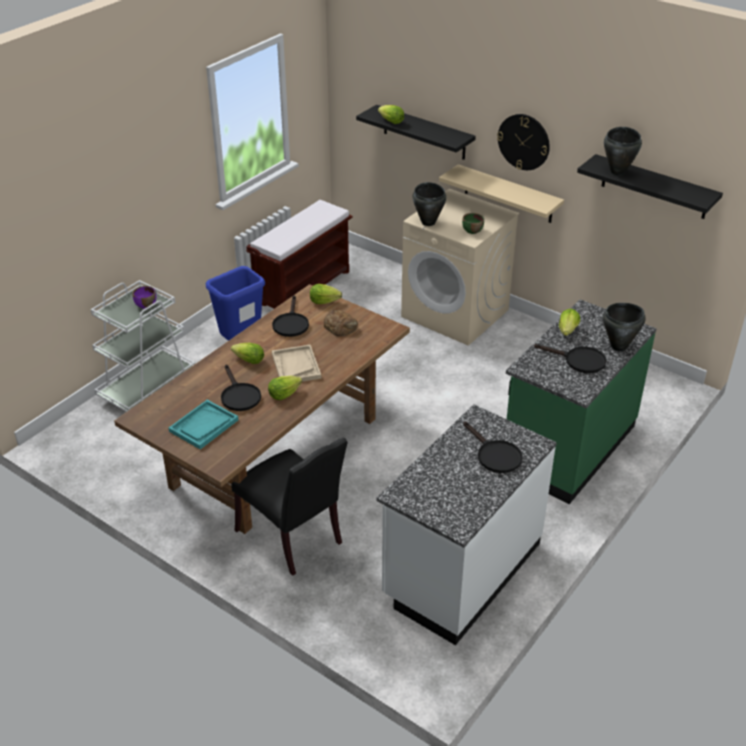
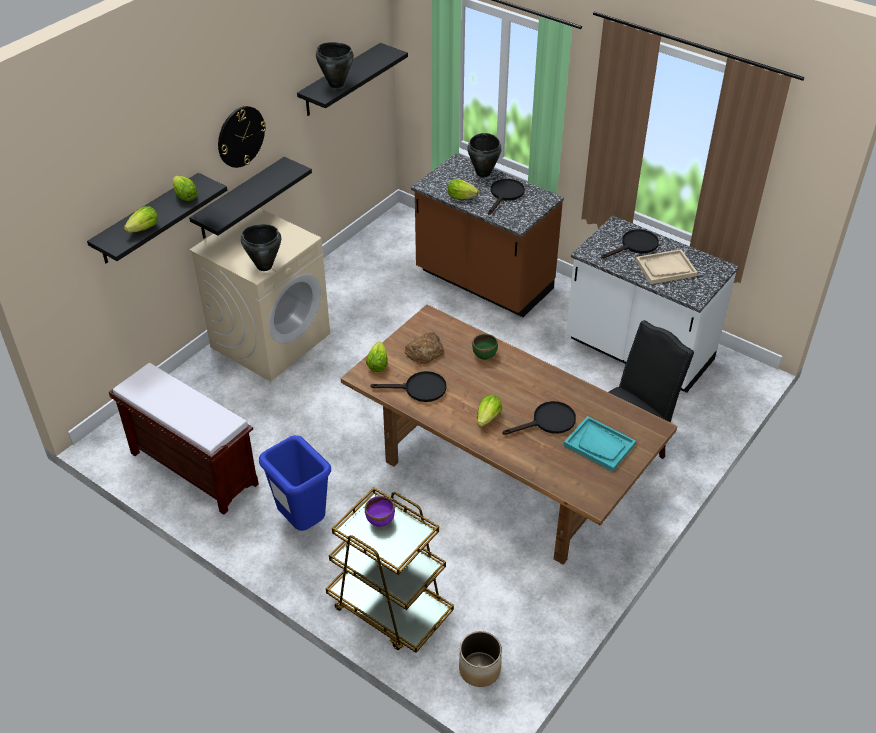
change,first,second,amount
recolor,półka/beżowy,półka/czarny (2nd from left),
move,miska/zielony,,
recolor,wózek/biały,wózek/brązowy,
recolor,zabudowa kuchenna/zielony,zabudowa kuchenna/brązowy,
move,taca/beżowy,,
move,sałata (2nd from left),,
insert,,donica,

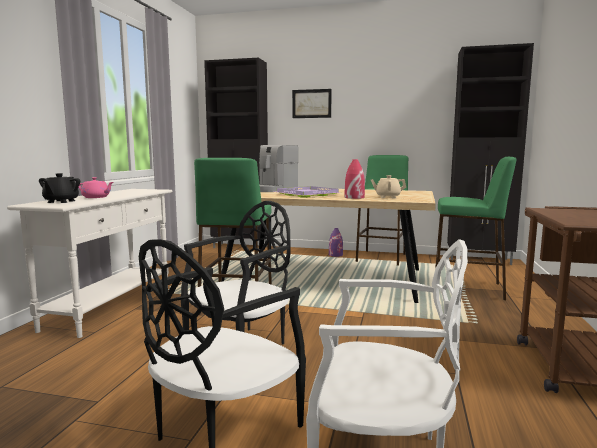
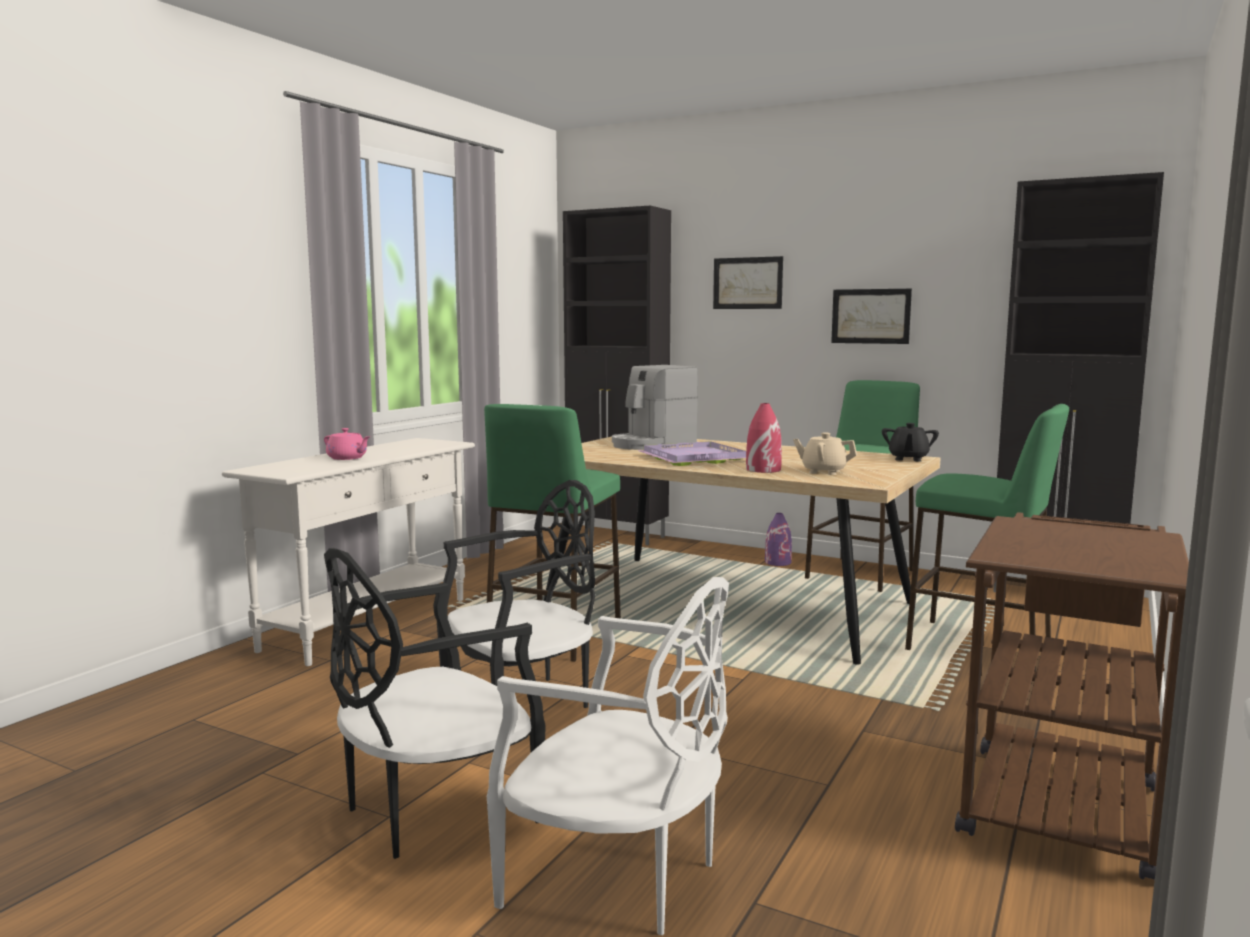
change,first,second,amount
move,imbryk/czarny,,
insert,,obraz (2nd from left),

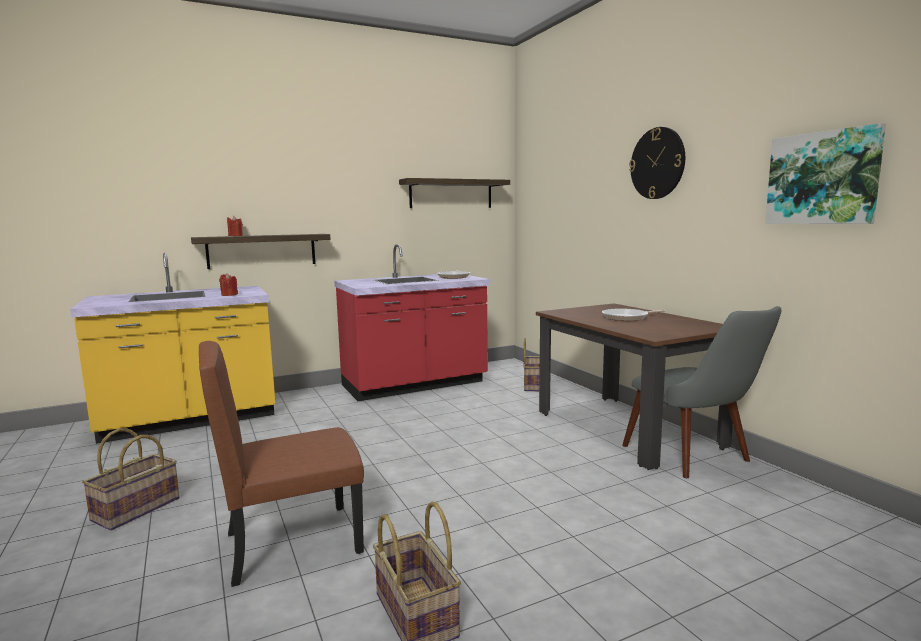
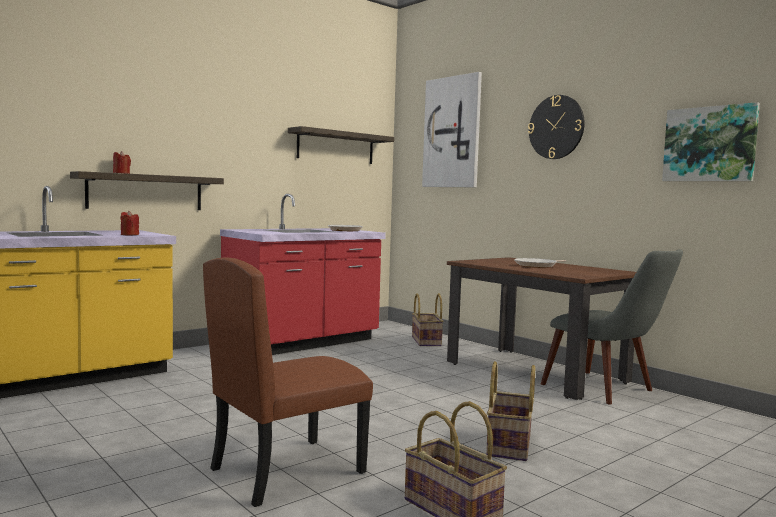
change,first,second,amount
move,koszyk (1st from left in the first image),koszyk (3rd from left),
insert,,obraz (1st from left),

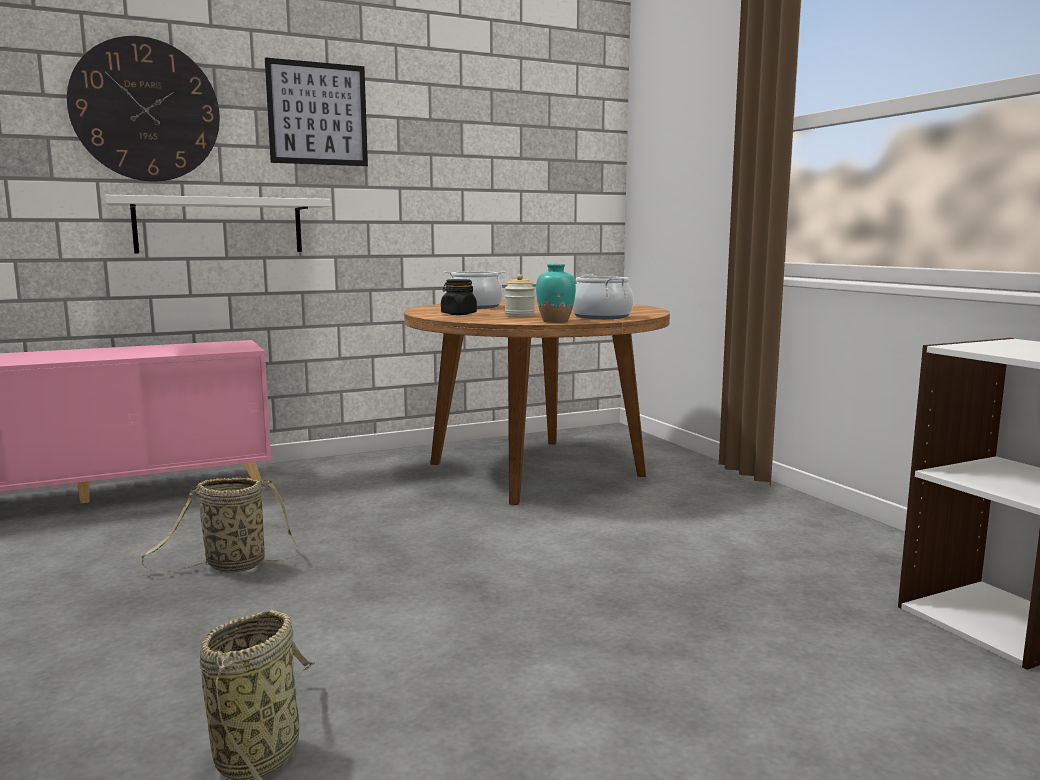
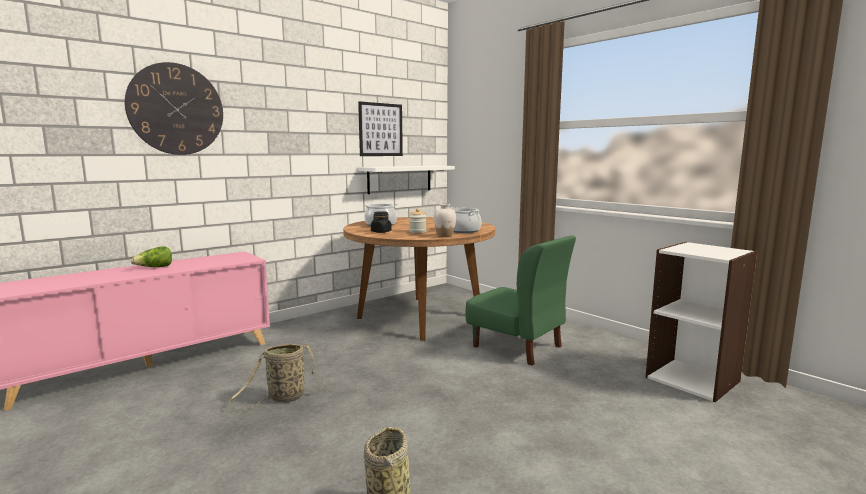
change,first,second,amount
move,obraz,,
move,półka/biały,,
recolor,wazon/turkusowy,wazon/biały,
insert,,krzesło/zielony,
insert,,sałata,

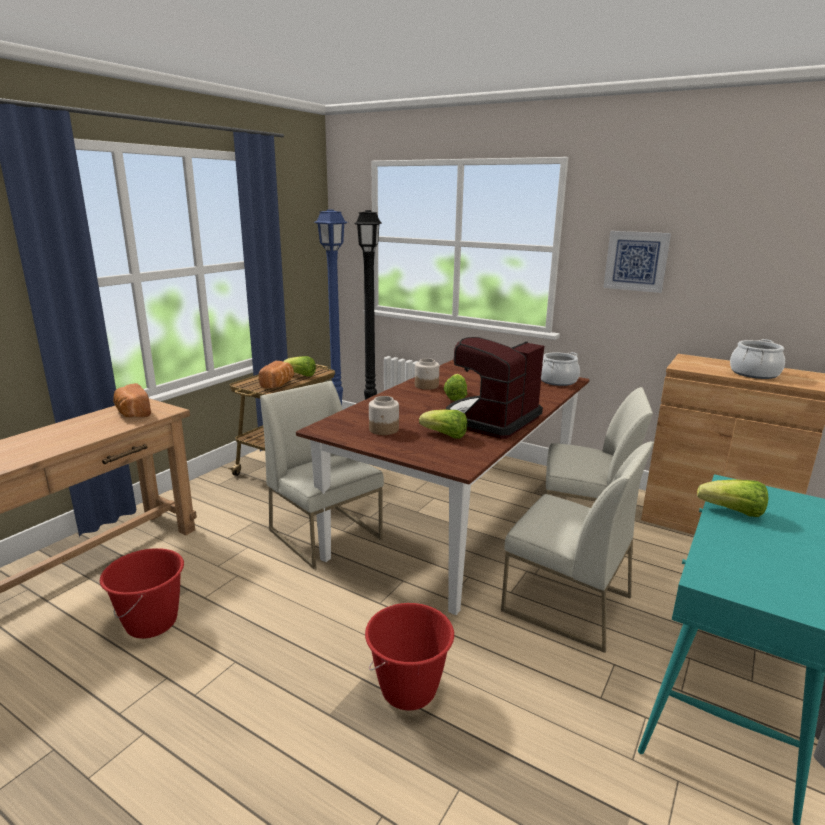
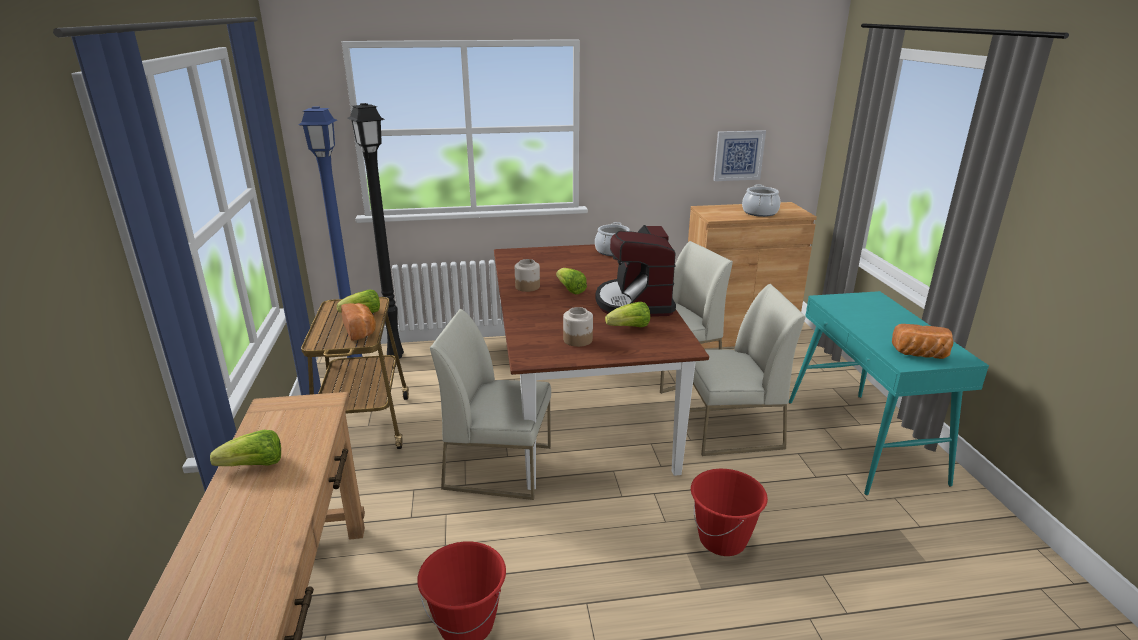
change,first,second,amount
move,obraz,,
move,chleb (1st from left in the first image),chleb (2nd from left),
move,sałata (4th from left in the first image),sałata (1st from left),

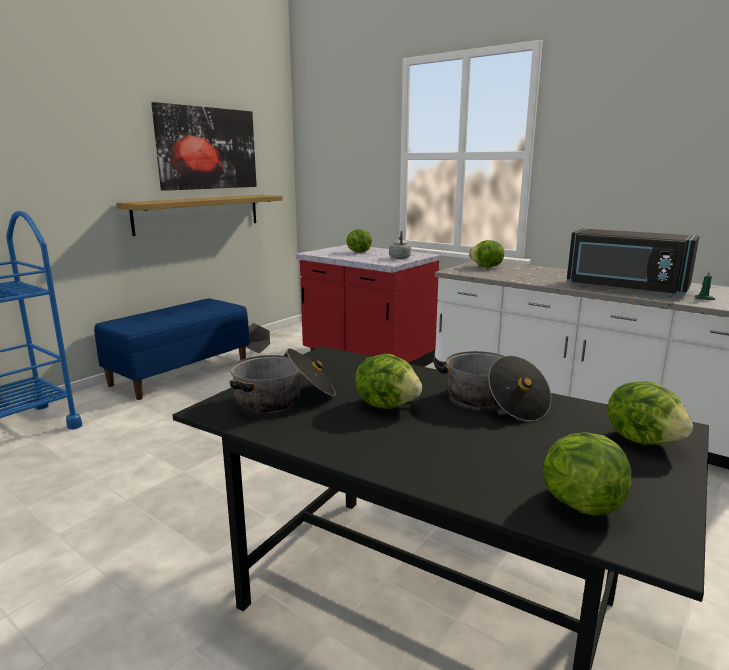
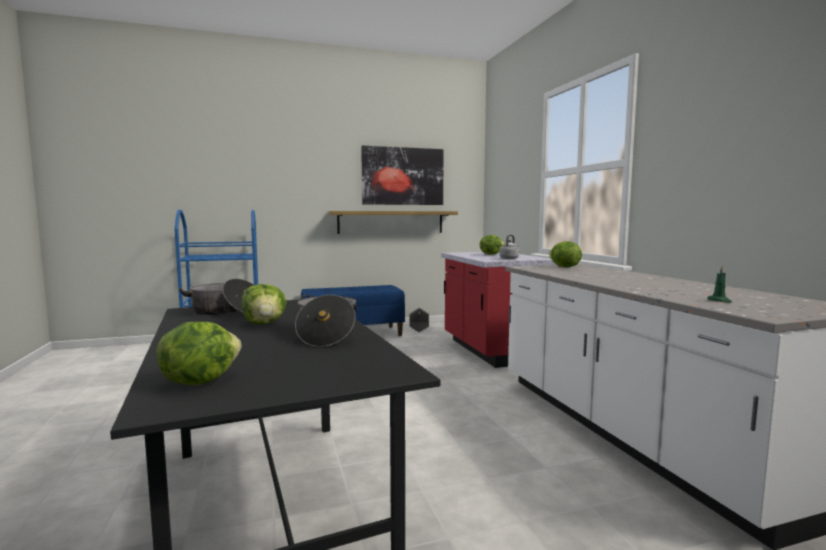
change,first,second,amount
delete,mikrofalówka/czarny,,
delete,sałata (5th from left),,

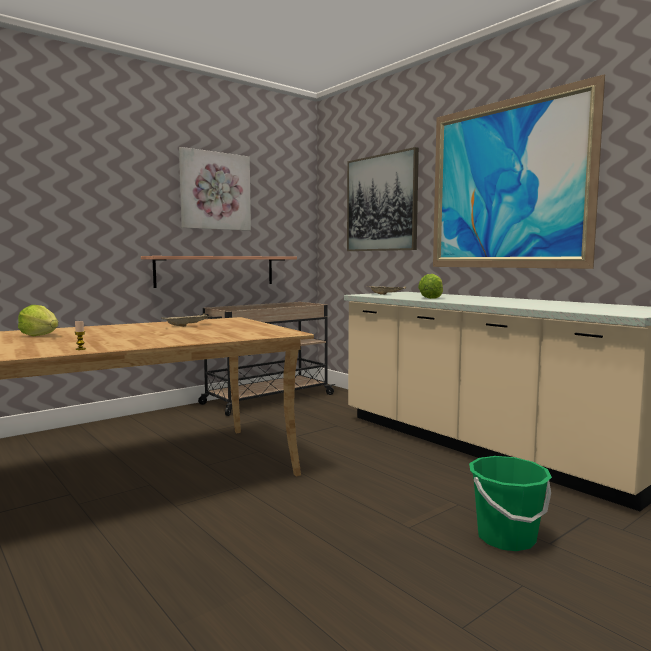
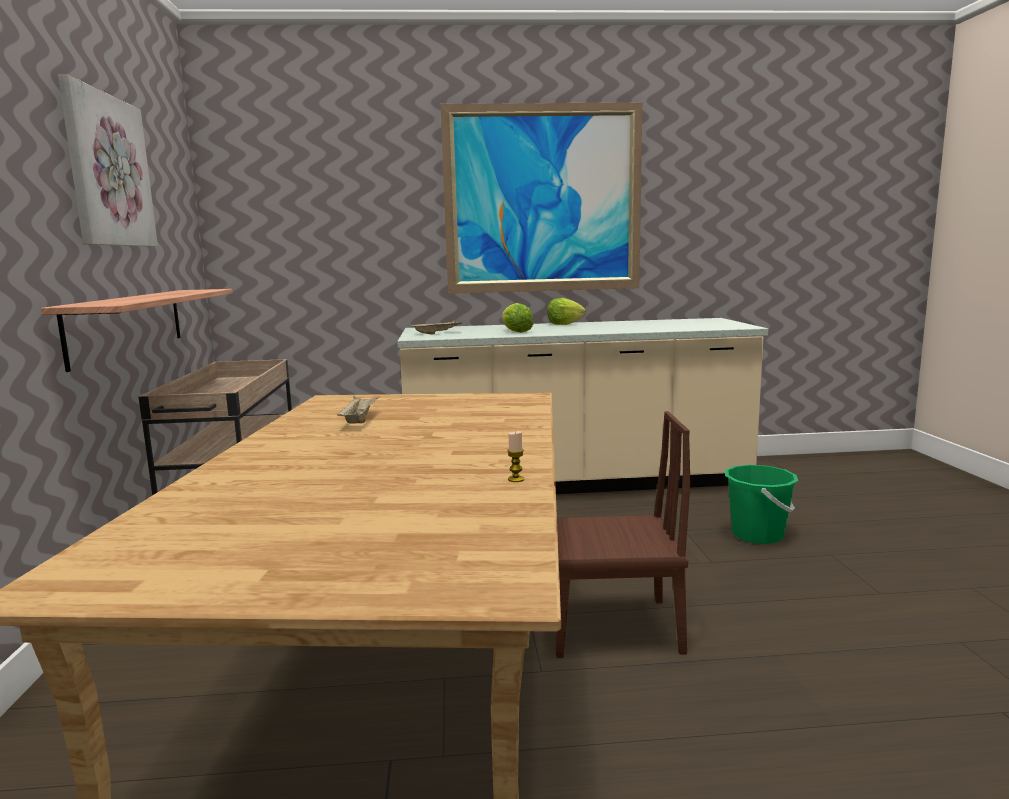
change,first,second,amount
delete,obraz (2nd from left),,
move,sałata (1st from left in the first image),sałata (2nd from left),
insert,,krzesło/brązowy,

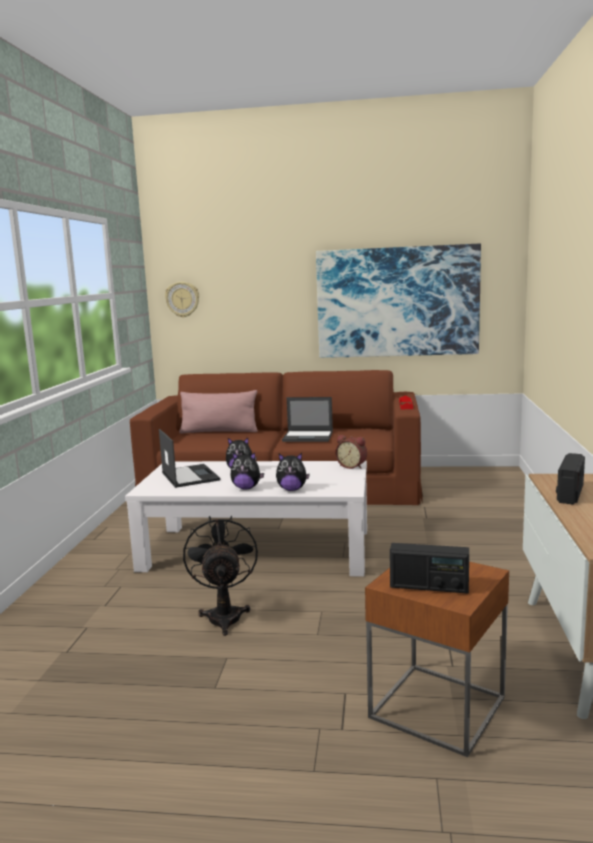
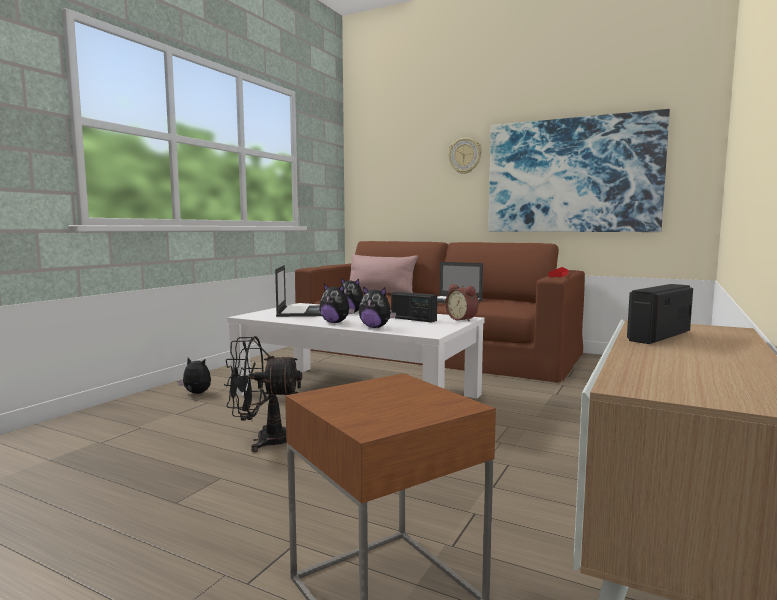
change,first,second,amount
move,zegar ścienny,,
rotate,wentylator/czarny,,105 degrees counterclockwise
move,radio (1st from left),,
insert,,pluszak (1st from left),

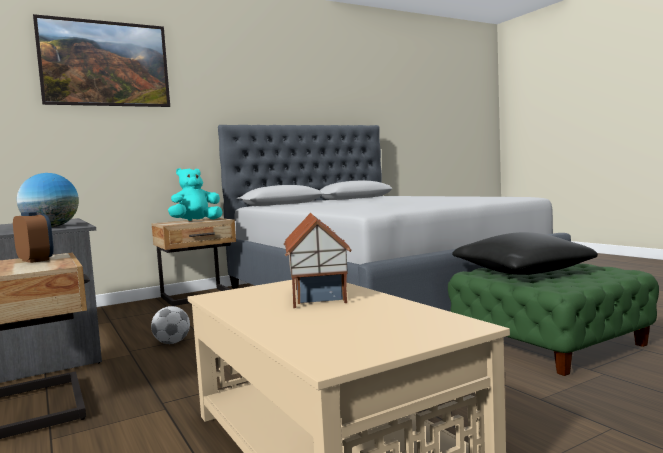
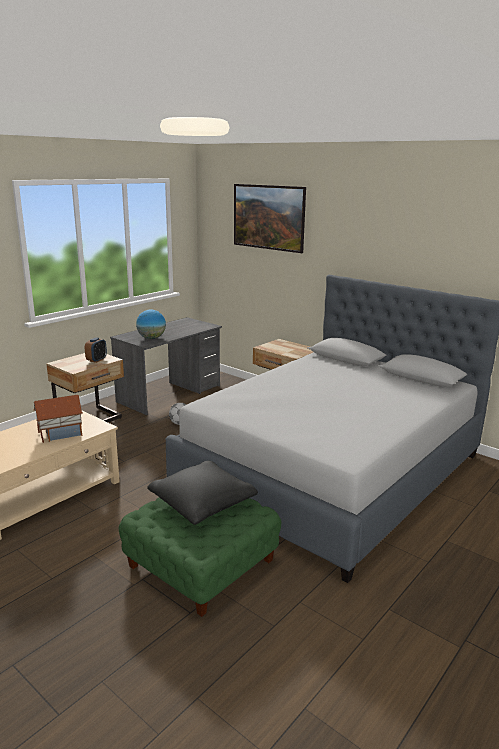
change,first,second,amount
delete,pluszak/turkusowy,,

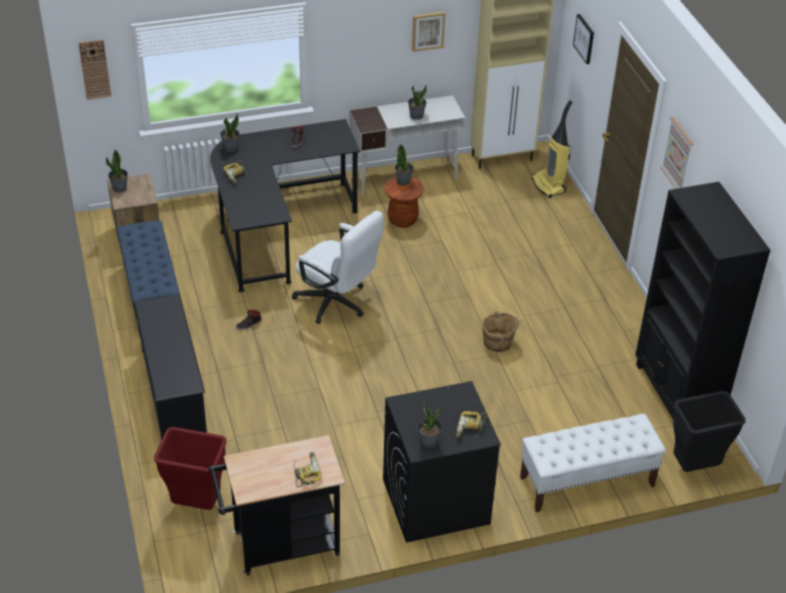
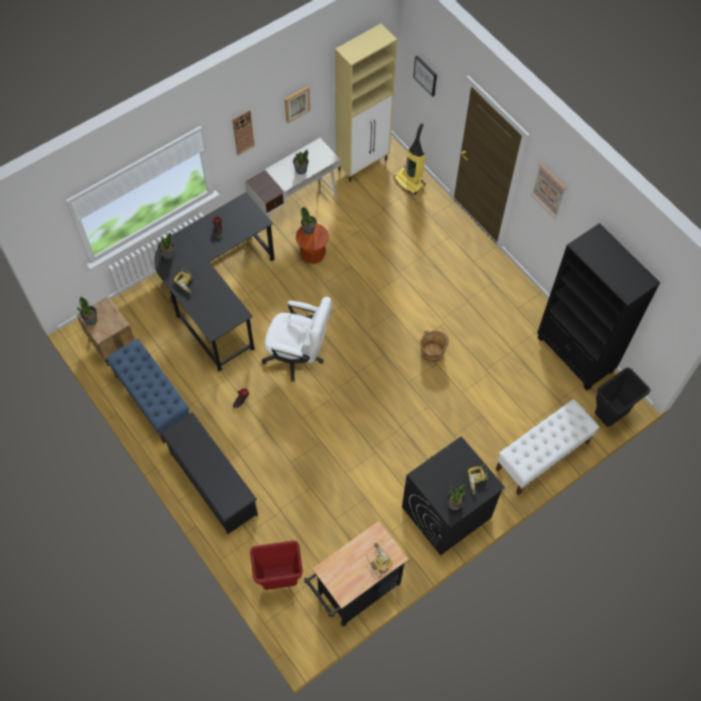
change,first,second,amount
move,zegar ścienny,,

